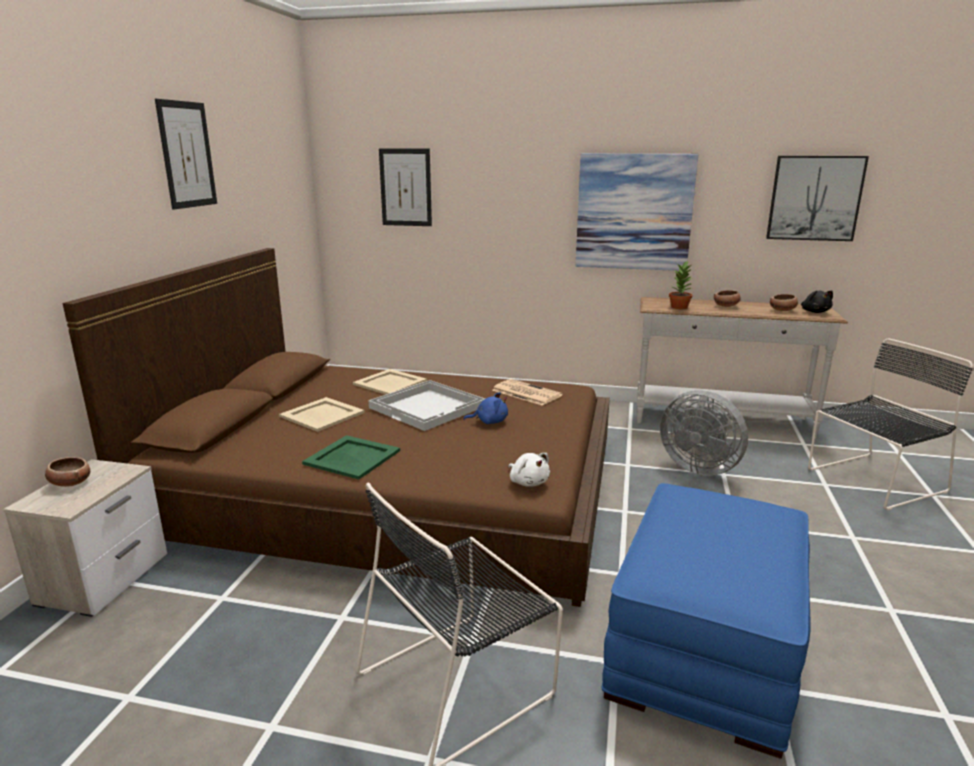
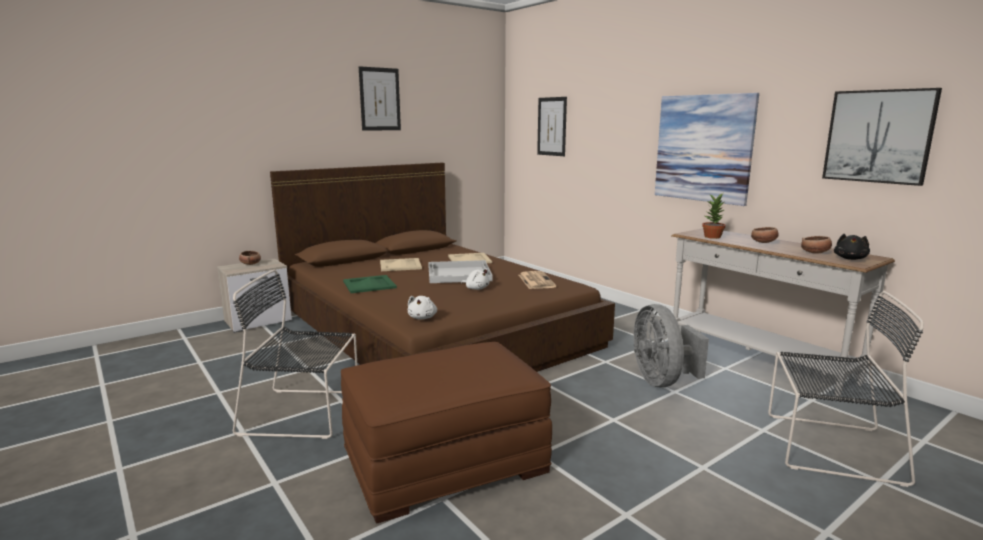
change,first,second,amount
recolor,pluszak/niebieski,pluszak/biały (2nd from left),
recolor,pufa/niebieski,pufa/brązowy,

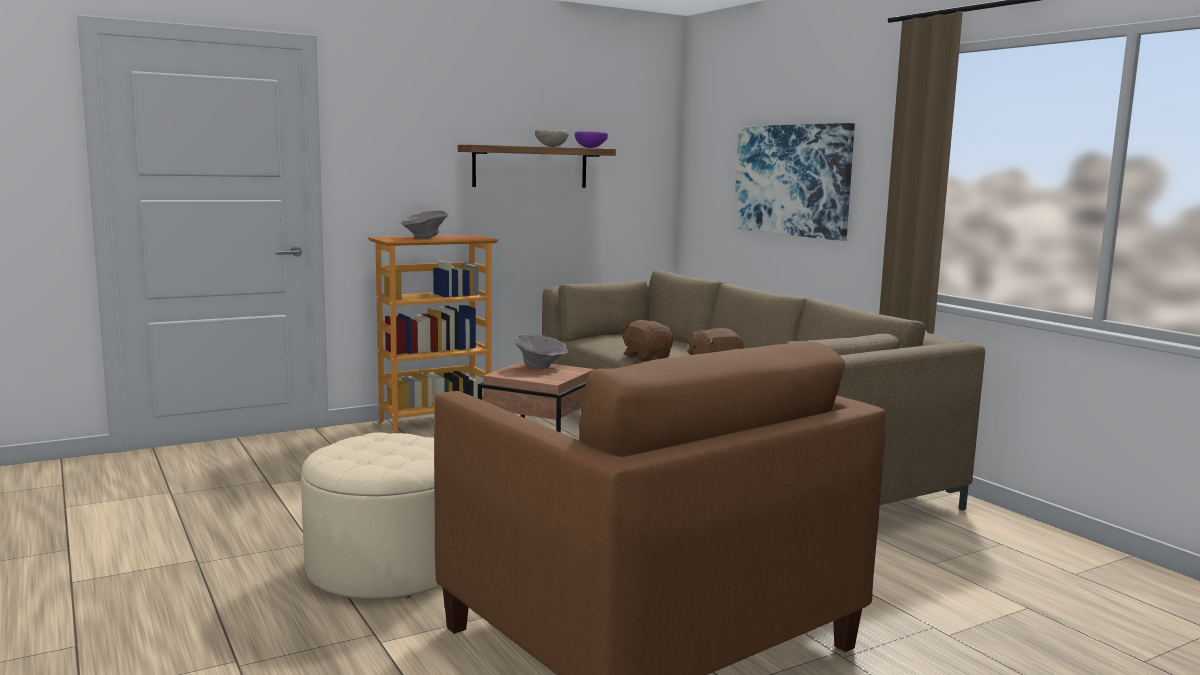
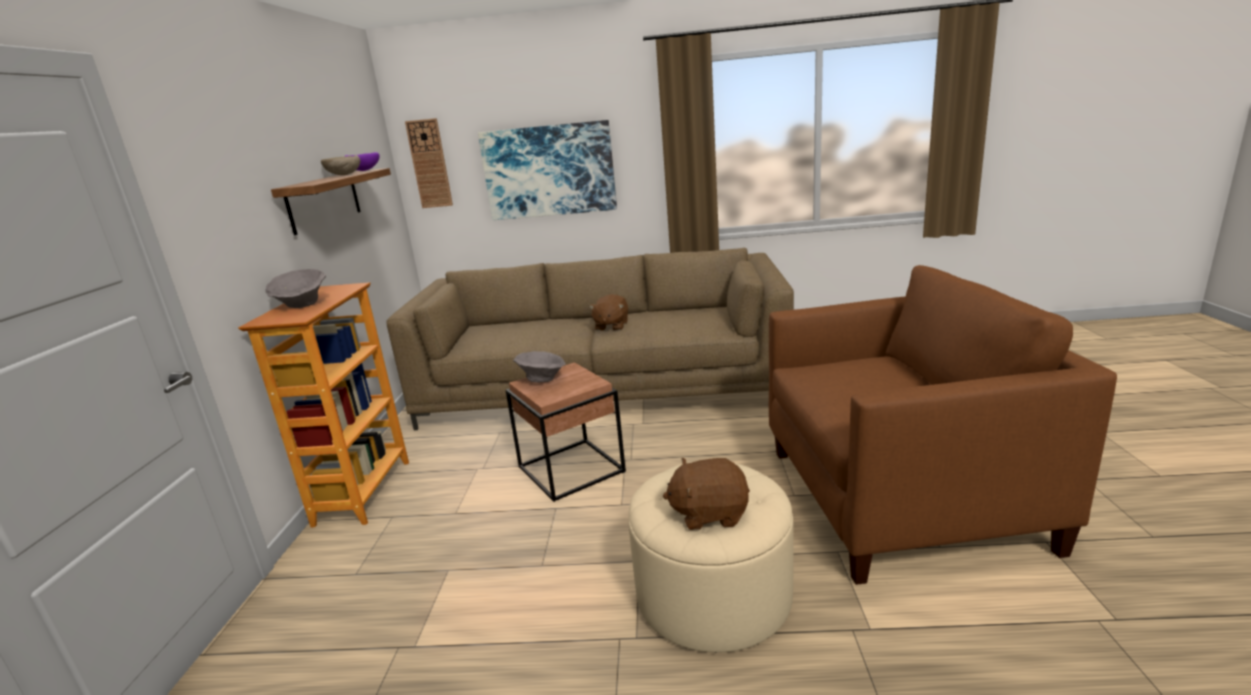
change,first,second,amount
move,pluszak/brązowy (1st from left in the first image),pluszak/brązowy (2nd from left),
insert,,zegar ścienny,

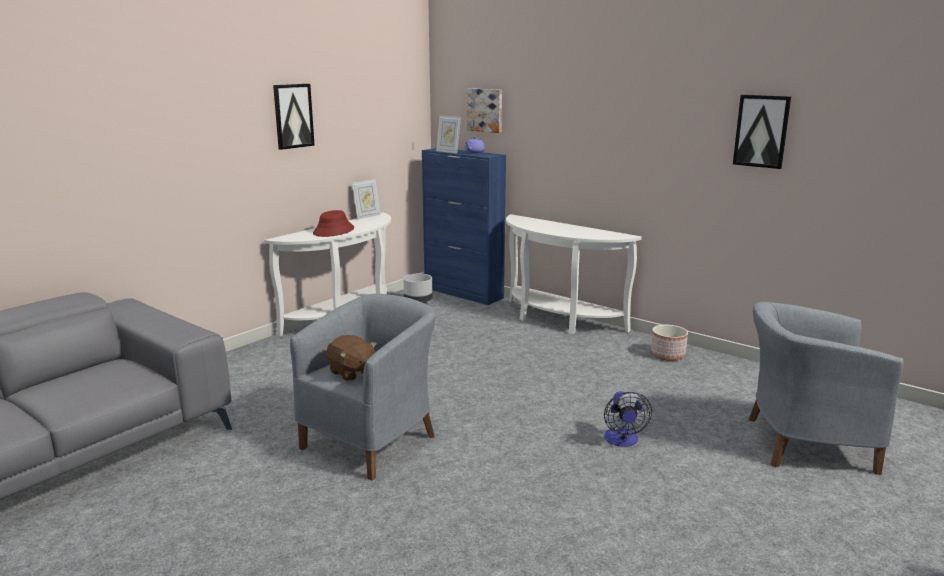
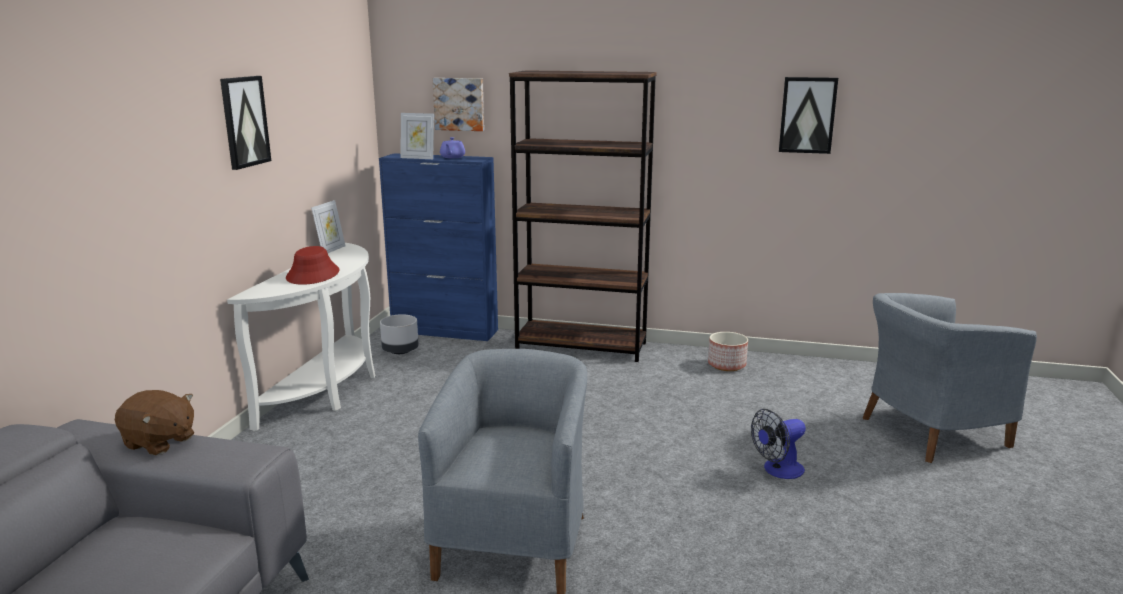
change,first,second,amount
replace,stolik konsolowy/biały (2nd from left),regał/brązowy,
move,pluszak/brązowy,,
rotate,wentylator,,90 degrees clockwise

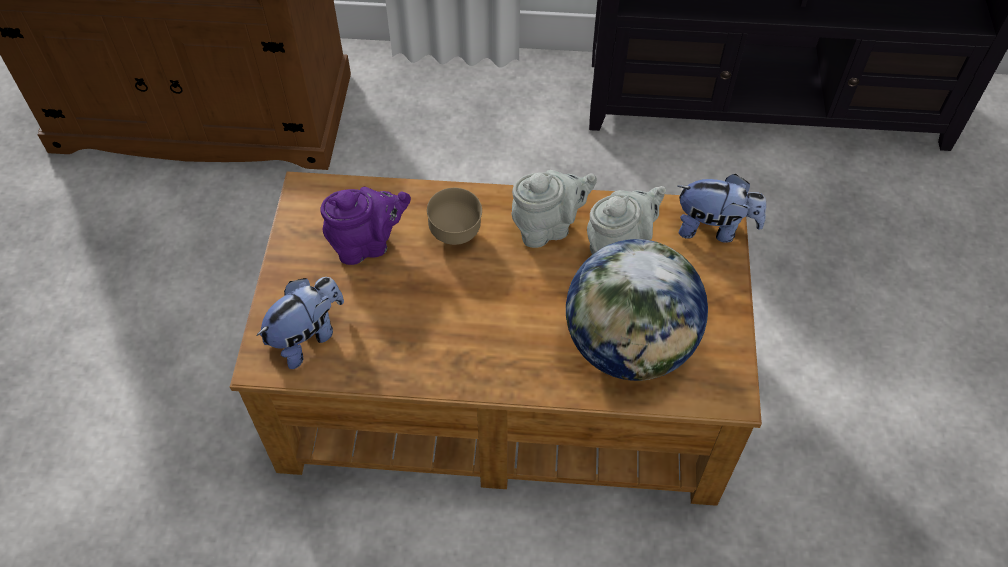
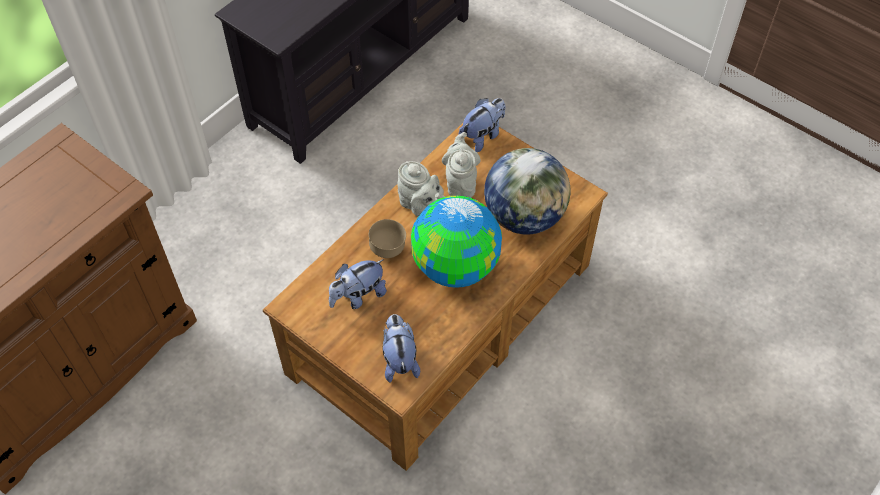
change,first,second,amount
rotate,imbryk/szary (1st from left),,120 degrees clockwise
replace,imbryk/fioletowy,pluszak (1st from left),
insert,,globus (1st from left),

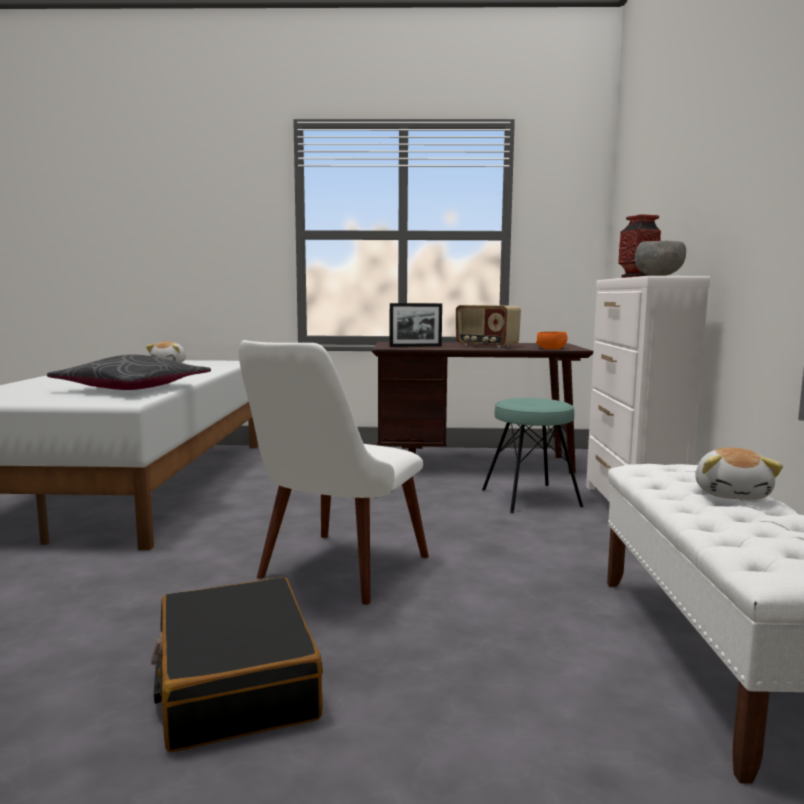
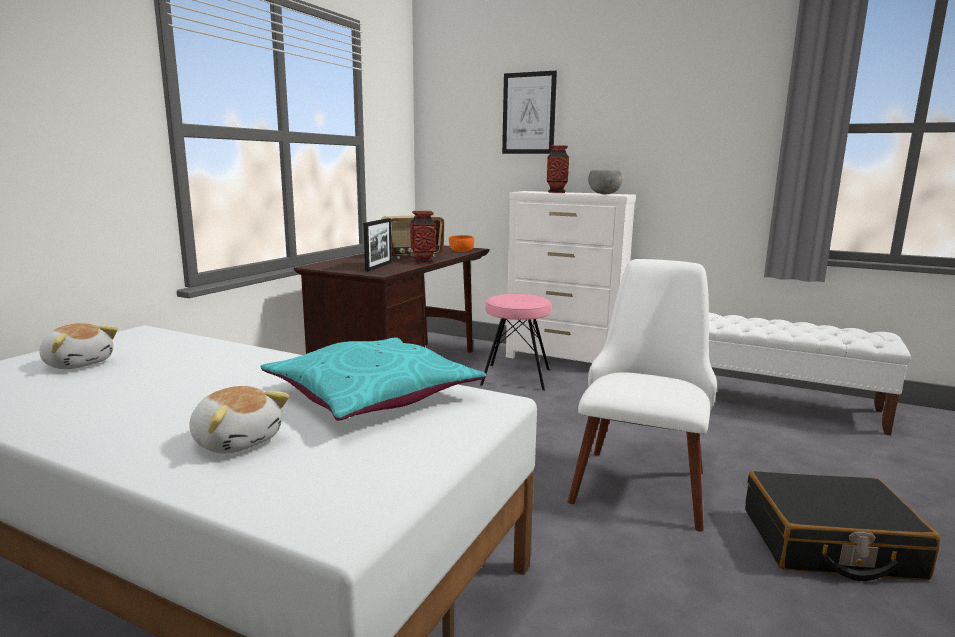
change,first,second,amount
rotate,krzesło/biały,,120 degrees counterclockwise
recolor,poduszka/szary,poduszka/turkusowy,
recolor,stołek/turkusowy,stołek/różowy,
move,pluszak (2nd from left),,
insert,,obraz,
insert,,wazon (1st from left),

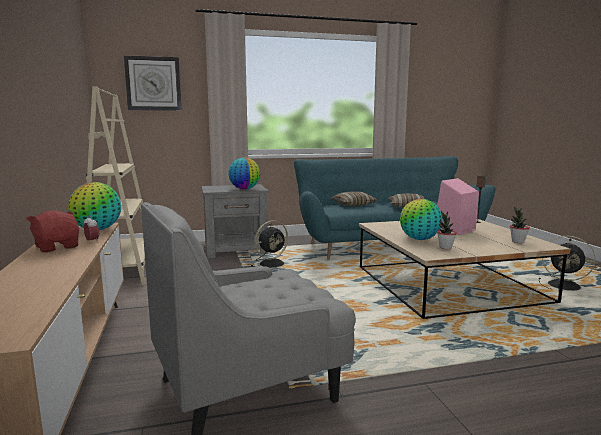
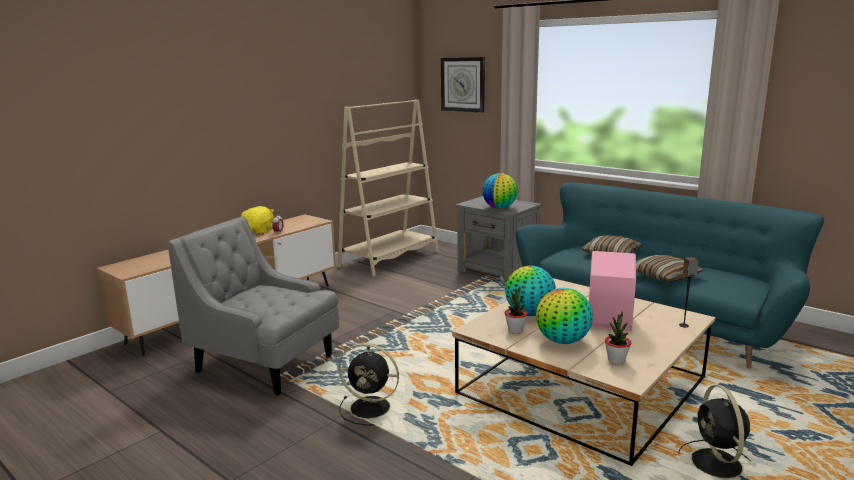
change,first,second,amount
move,globus (1st from left in the first image),globus (3rd from left),
recolor,pluszak/czerwony,pluszak/żółty,
move,wentylator/czarny (1st from left),,

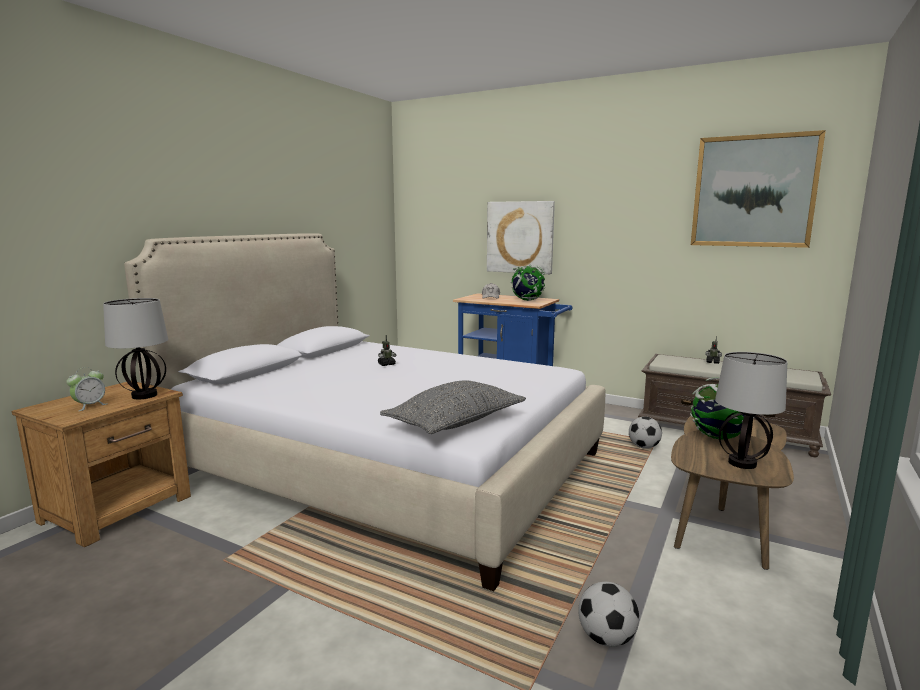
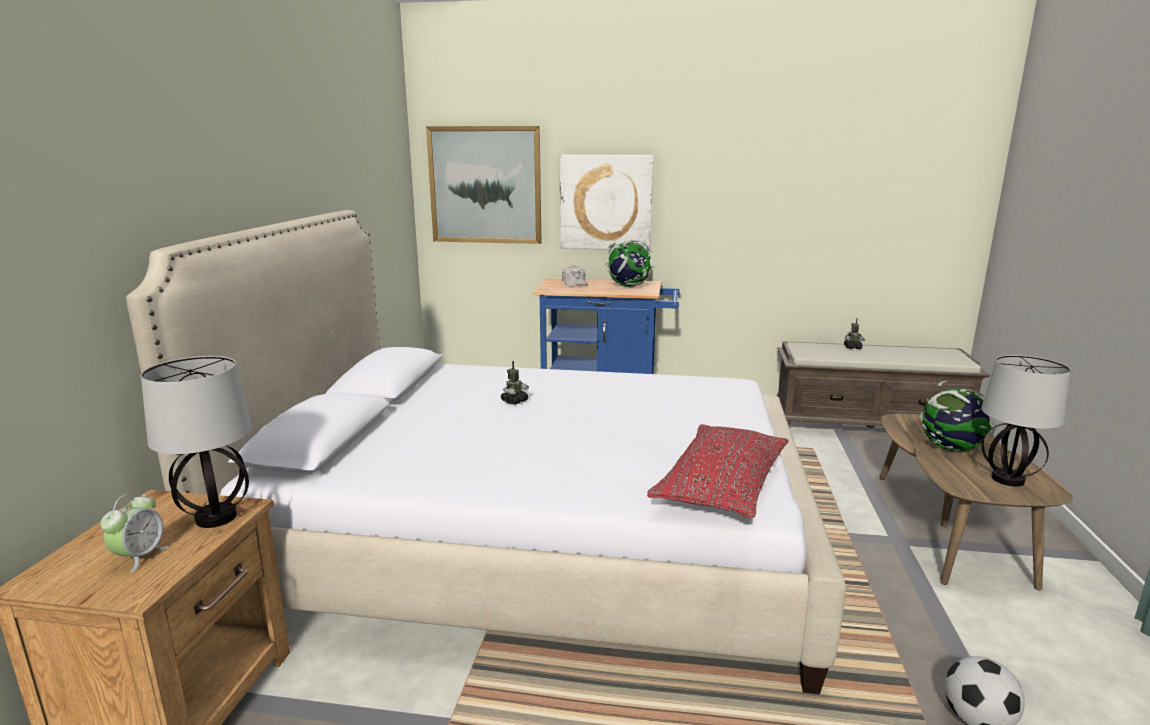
change,first,second,amount
move,obraz (2nd from left in the first image),obraz (1st from left),
recolor,poduszka/szary,poduszka/czerwony,
delete,piłka futbolowa (2nd from left),,

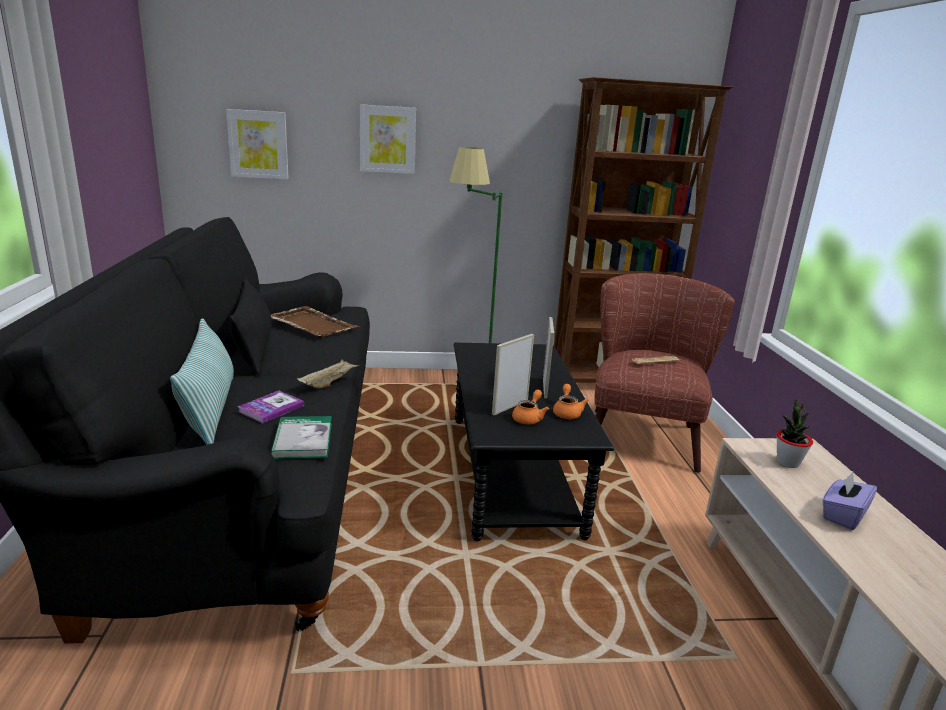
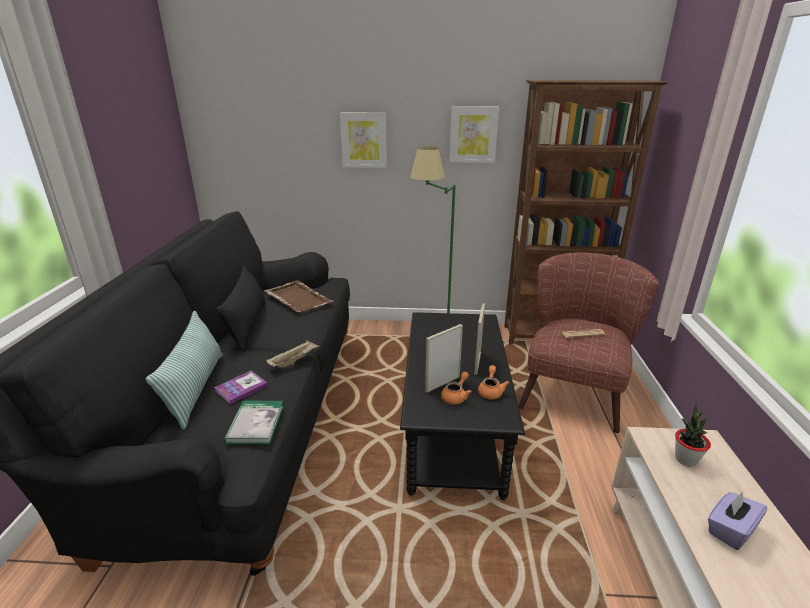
change,first,second,amount
move,obraz (1st from left in the first image),obraz (2nd from left),

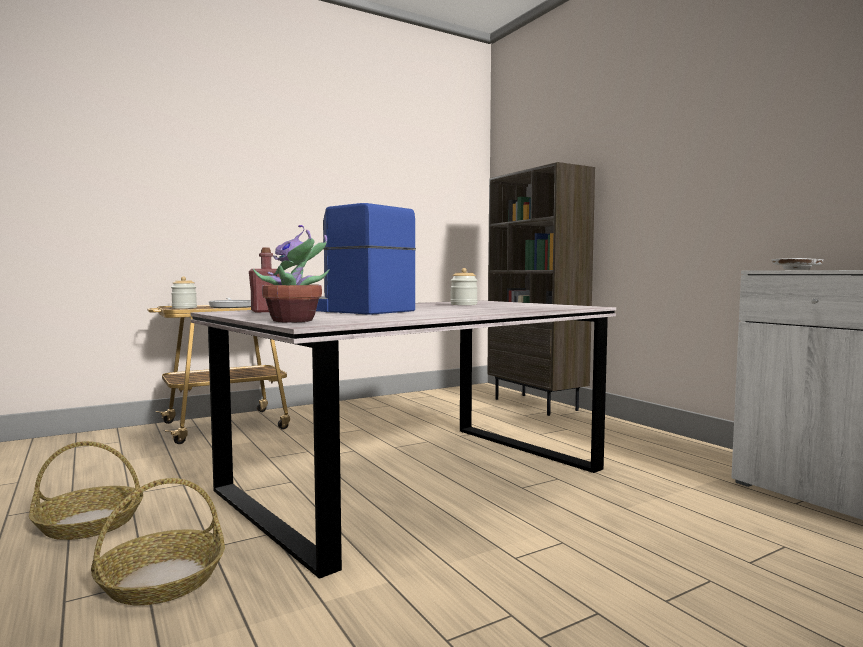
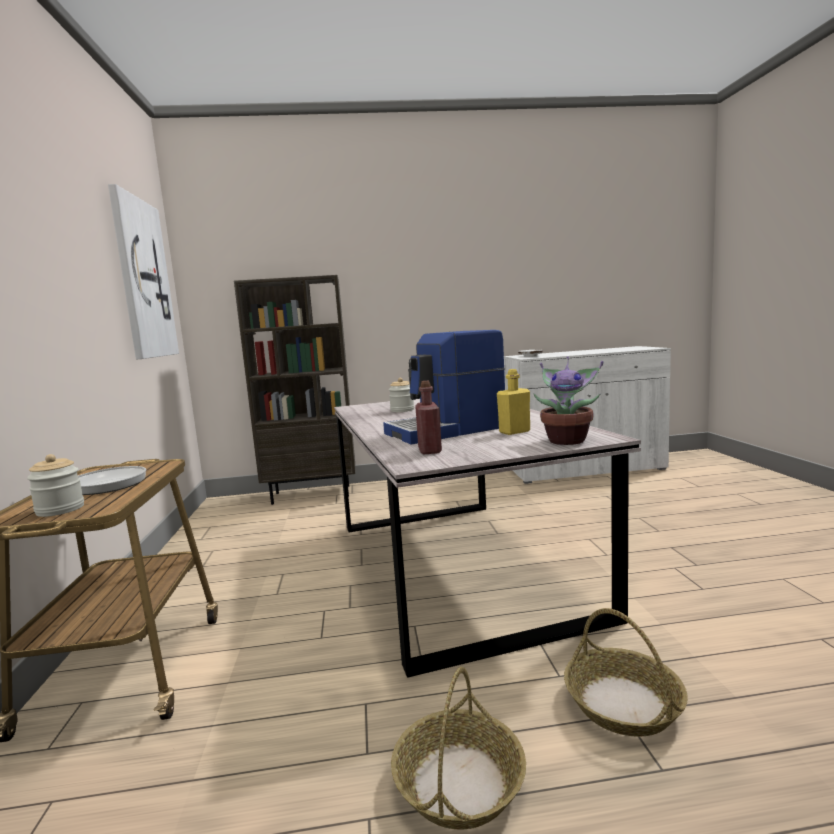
change,first,second,amount
insert,,obraz,
insert,,butelka/żółty,

